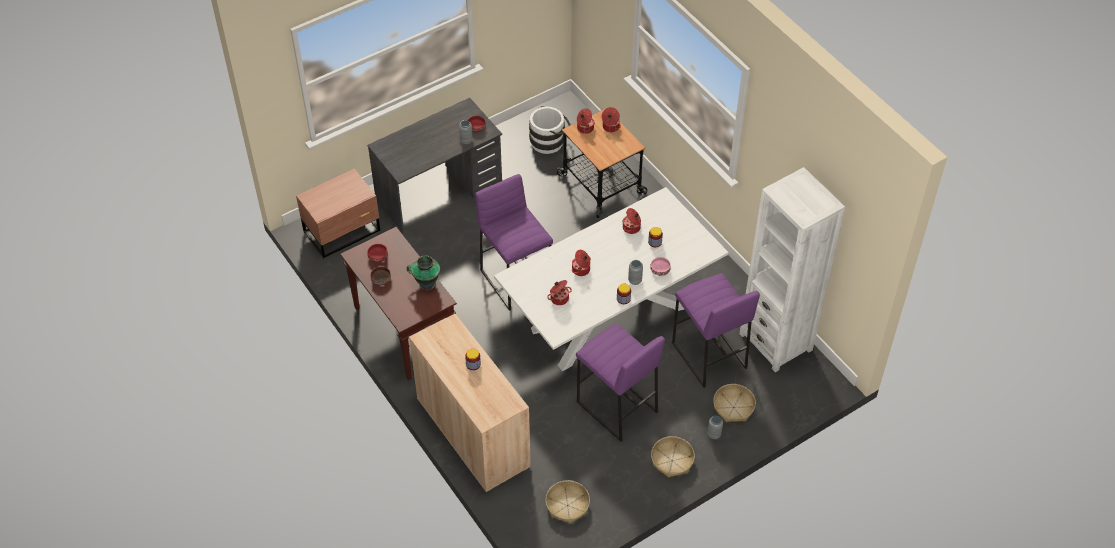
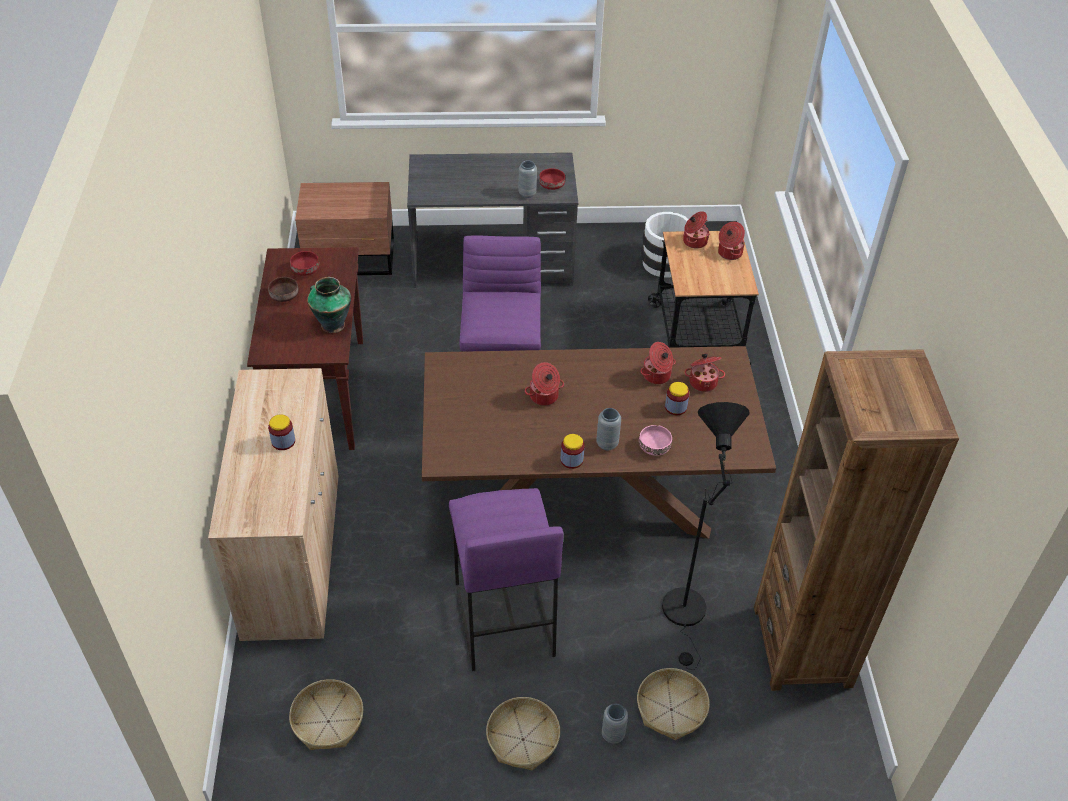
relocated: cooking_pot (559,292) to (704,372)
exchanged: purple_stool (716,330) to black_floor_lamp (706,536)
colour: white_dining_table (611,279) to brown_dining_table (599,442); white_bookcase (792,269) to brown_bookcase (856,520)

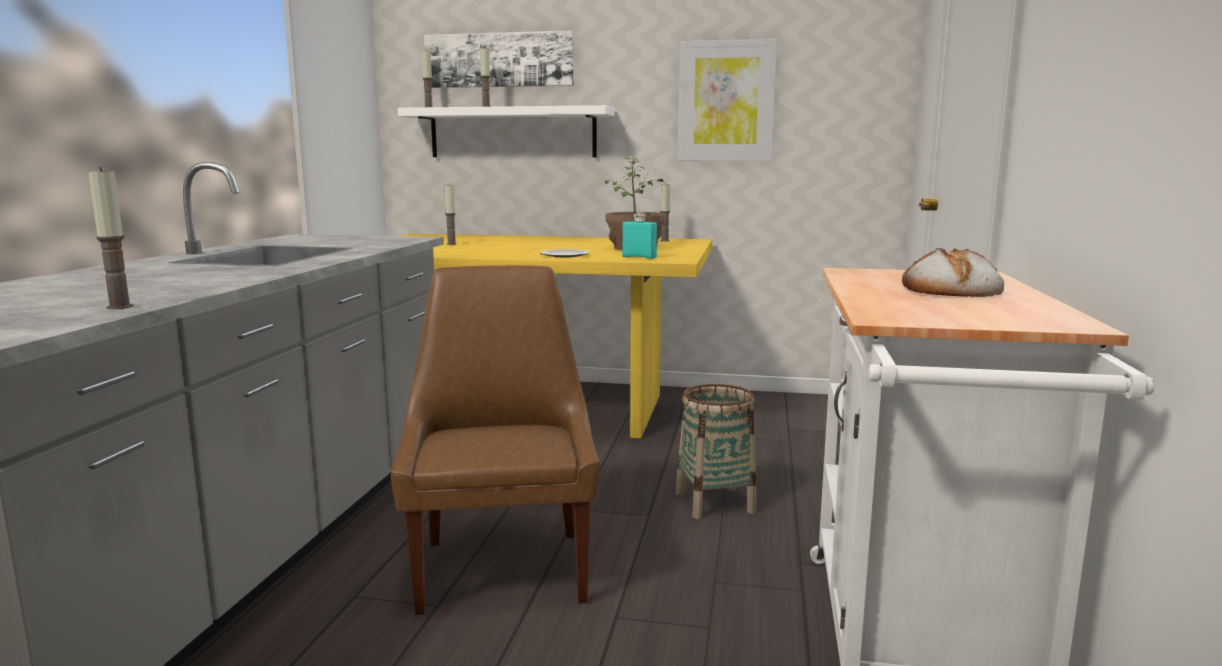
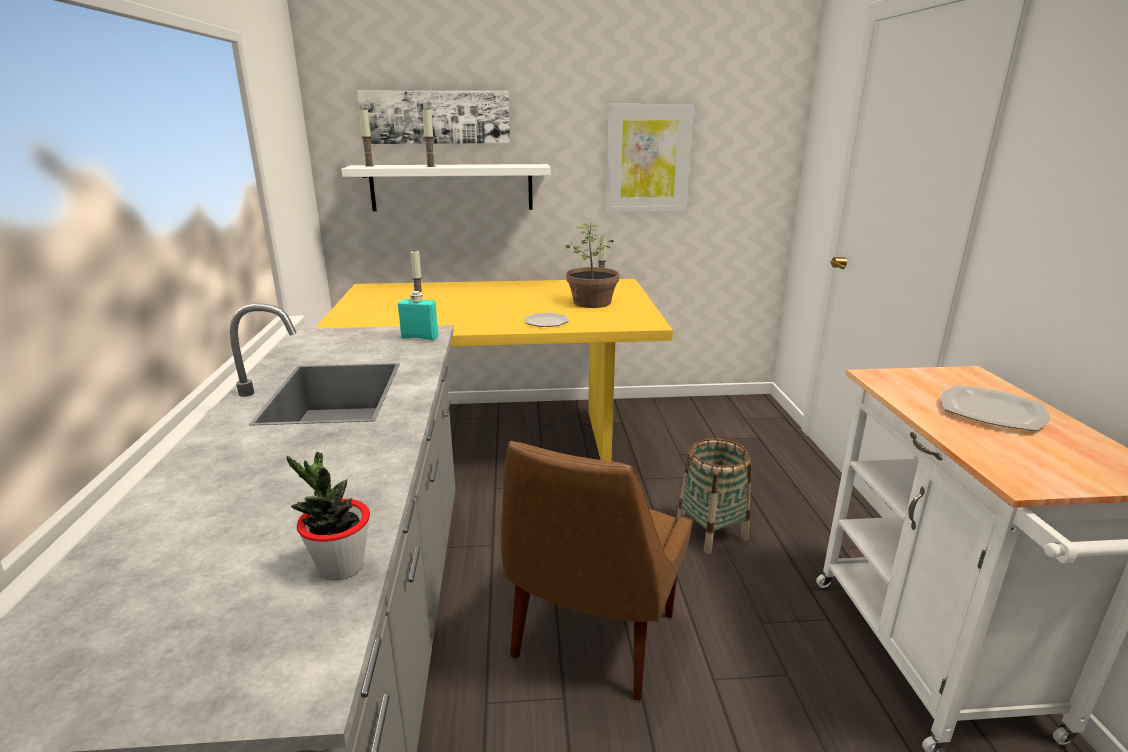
relocated: turquoise_bottle (639,236) to (418,315)
exchanged: candle (111,238) to potted_plant (328,516); bread (953,272) to plate (995,408)
spun: brown_chair (494,440) = (597,570) 135 degrees counterclockwise

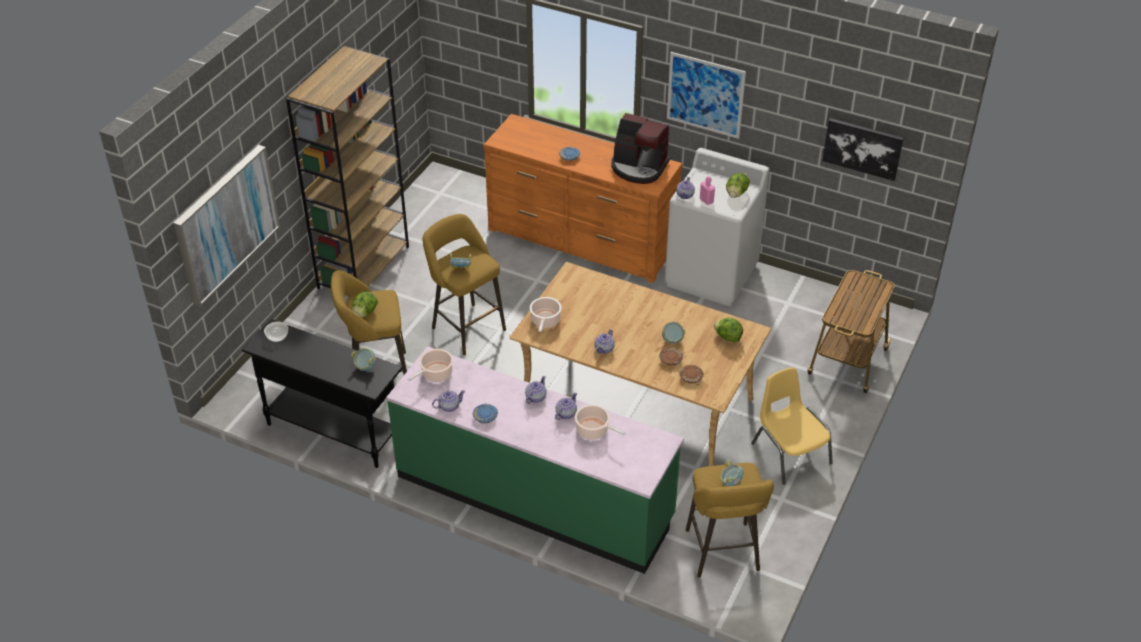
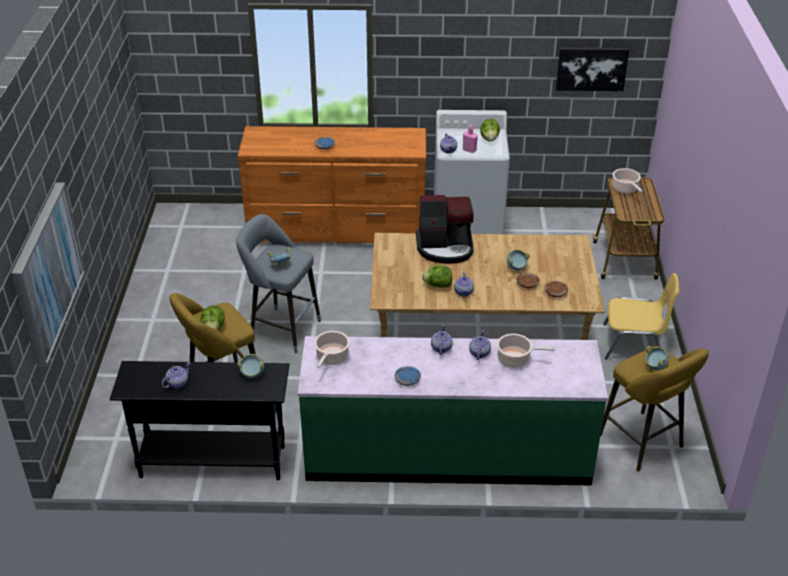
missing: bowl (276,332); brown_bookcase (347,168); picture (706,95)
relocated: teapot (448,401) to (176,375); coffee_machine (641,148) to (445,229); lettuce (728,330) to (437,276); cooking_pot (546,314) to (627,181)
colour: yellow_stool (464,284) to grey_stool (278,283)
spun: yellow_chair (792,426) = (641,316) 150 degrees clockwise

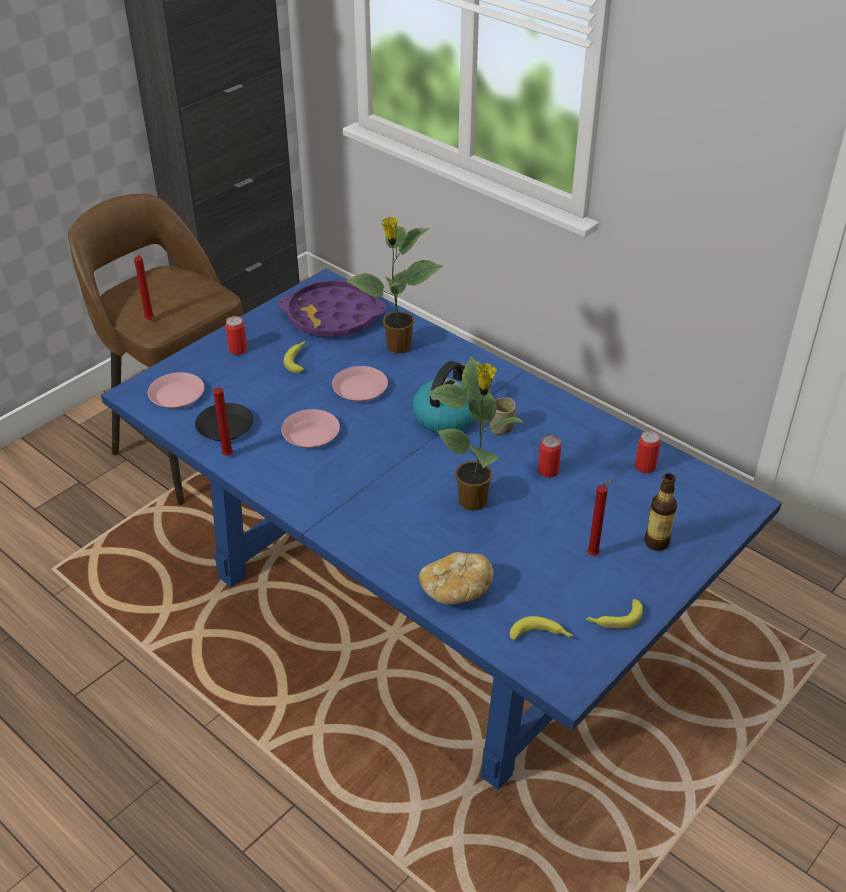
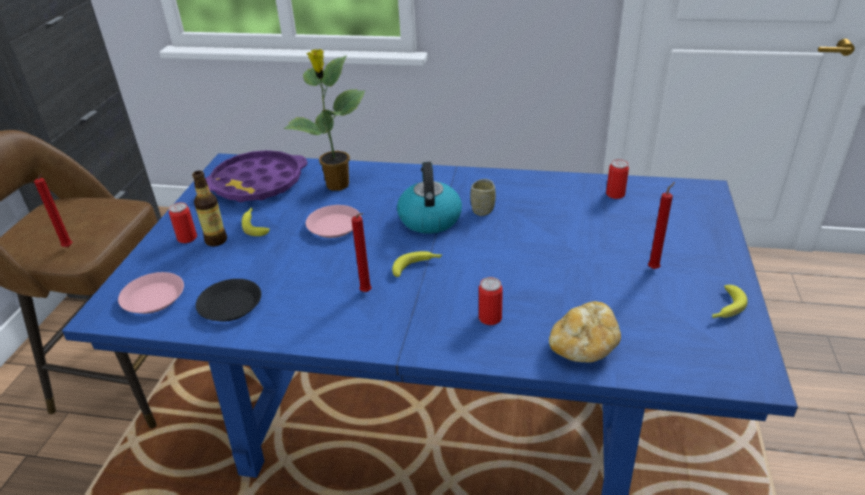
missing: pink_plate (310,428); potted_plant (477,433)
relocated: bottle (660,512) to (209,208); red_candle (223,421) to (362,252); banana (542,628) to (417,264); can (550,456) to (491,301)

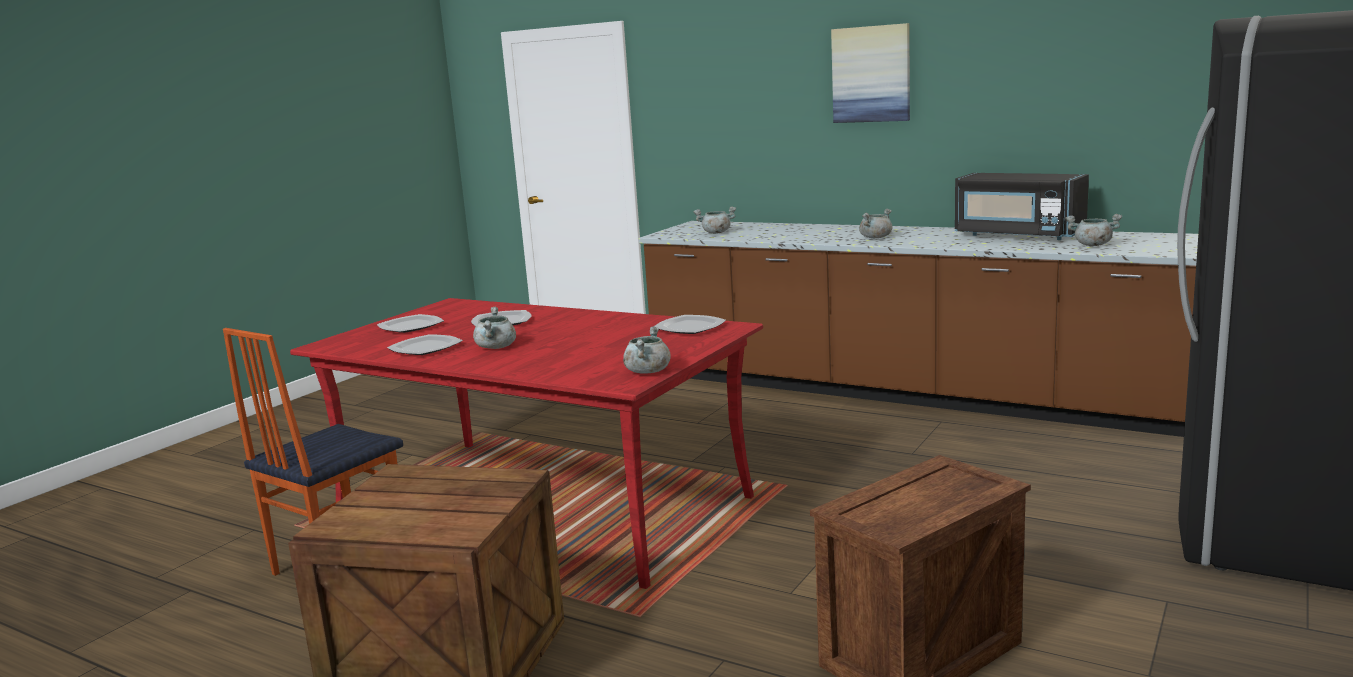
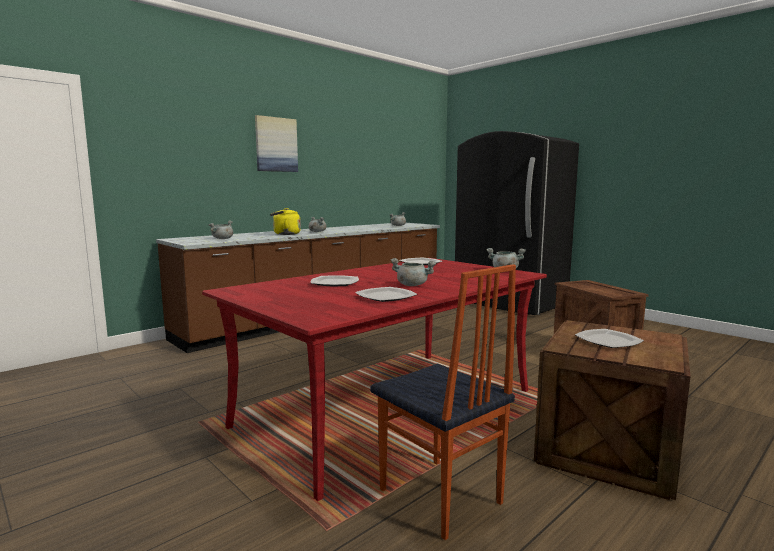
missing: black_microwave (1022,206)
appeared: yellow_kettle (285,221)
relocated: plate (410,323) to (609,338)

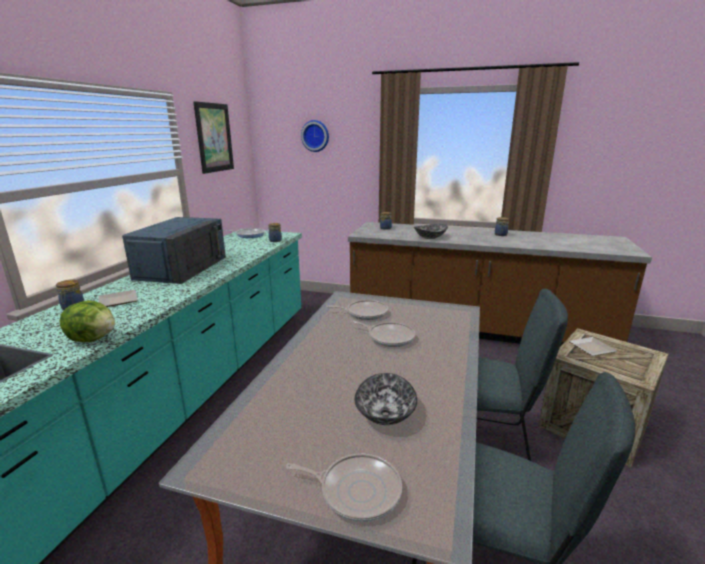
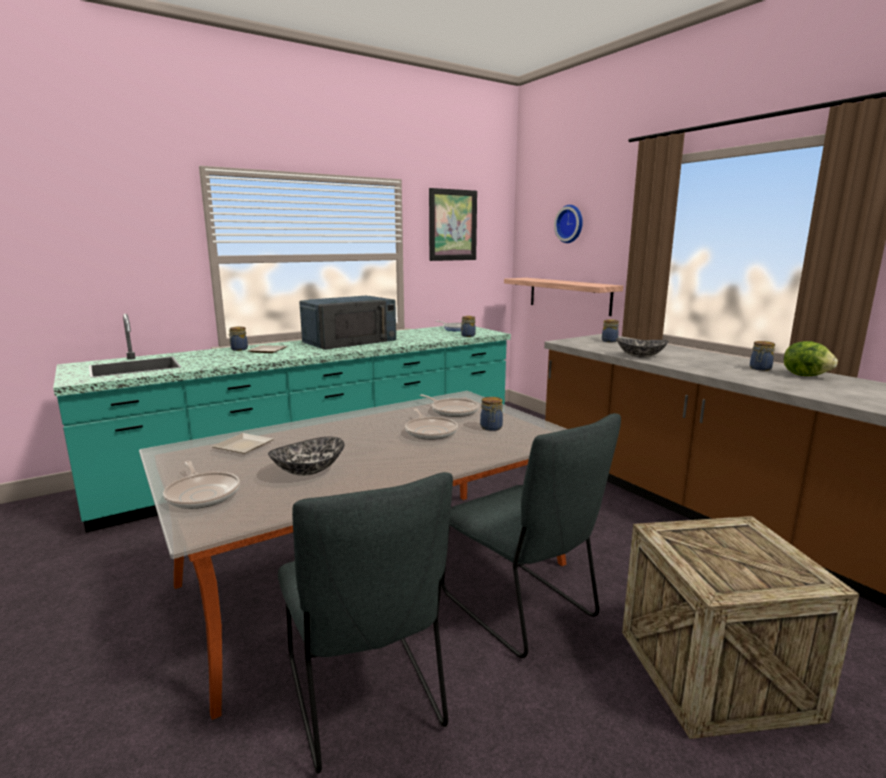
appeared: jar (491,414); shelf (563,297)
relocated: plate (593,346) to (243,443); lettuce (87,321) to (811,358)

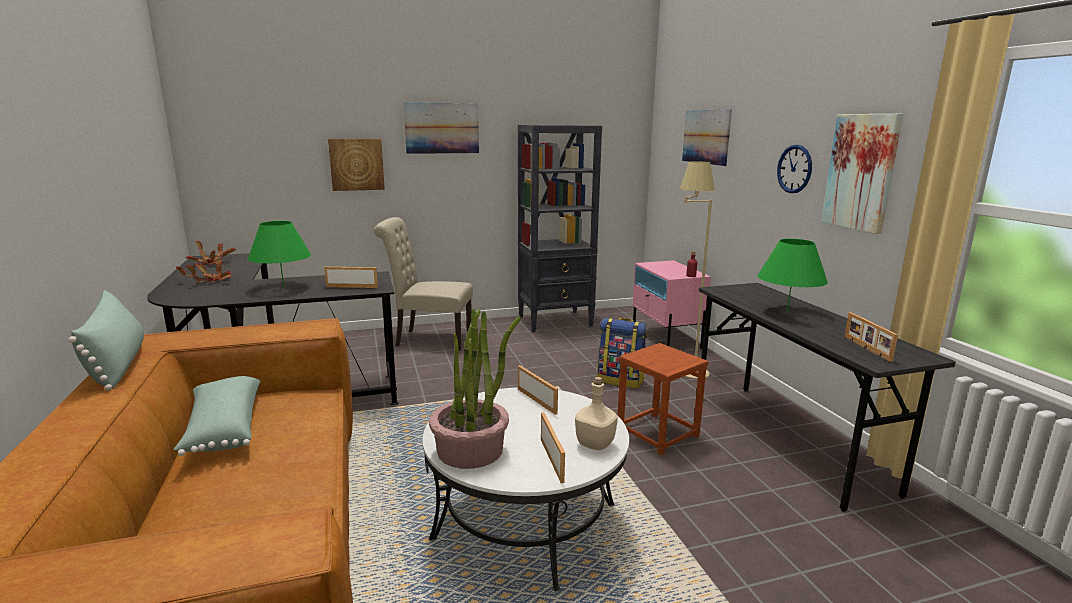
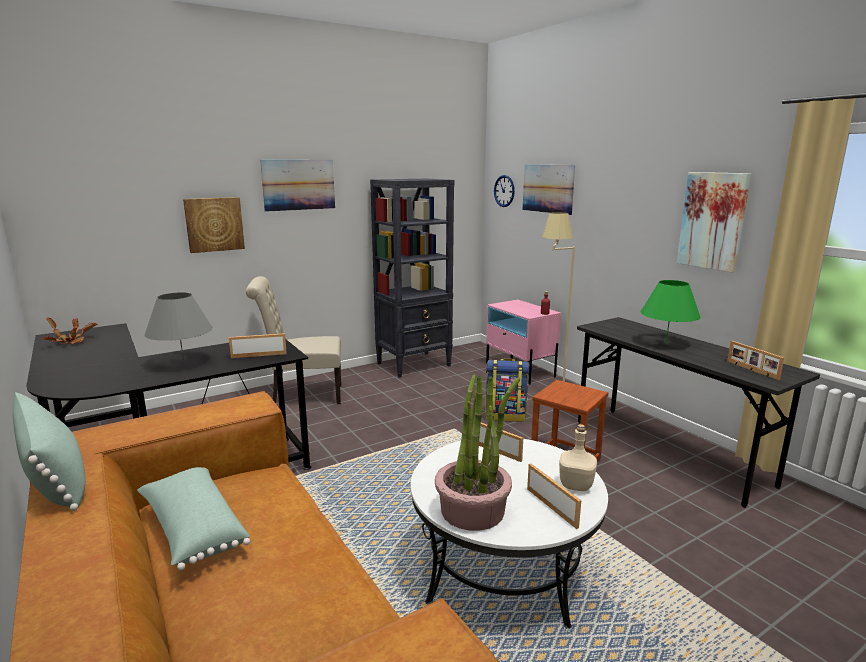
missing: potted_plant (203,272)
relocated: wall_clock (794,169) to (504,191)
colour: green_table_lamp (279,254) to grey_table_lamp (178,327)

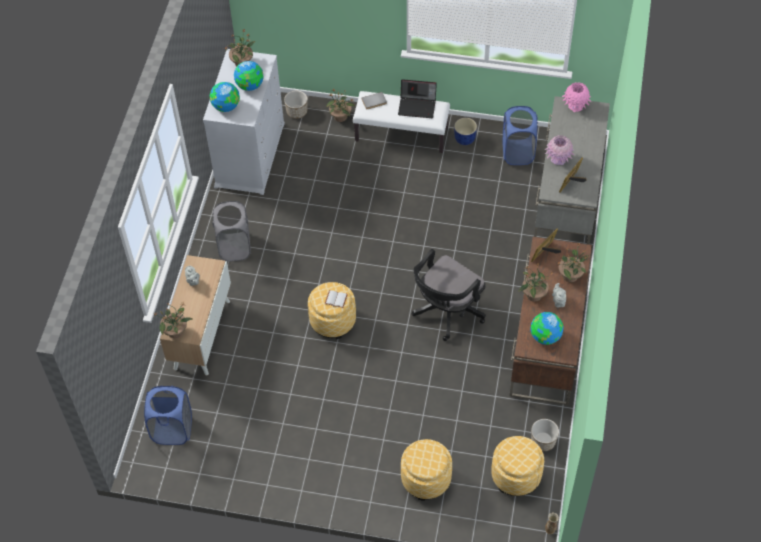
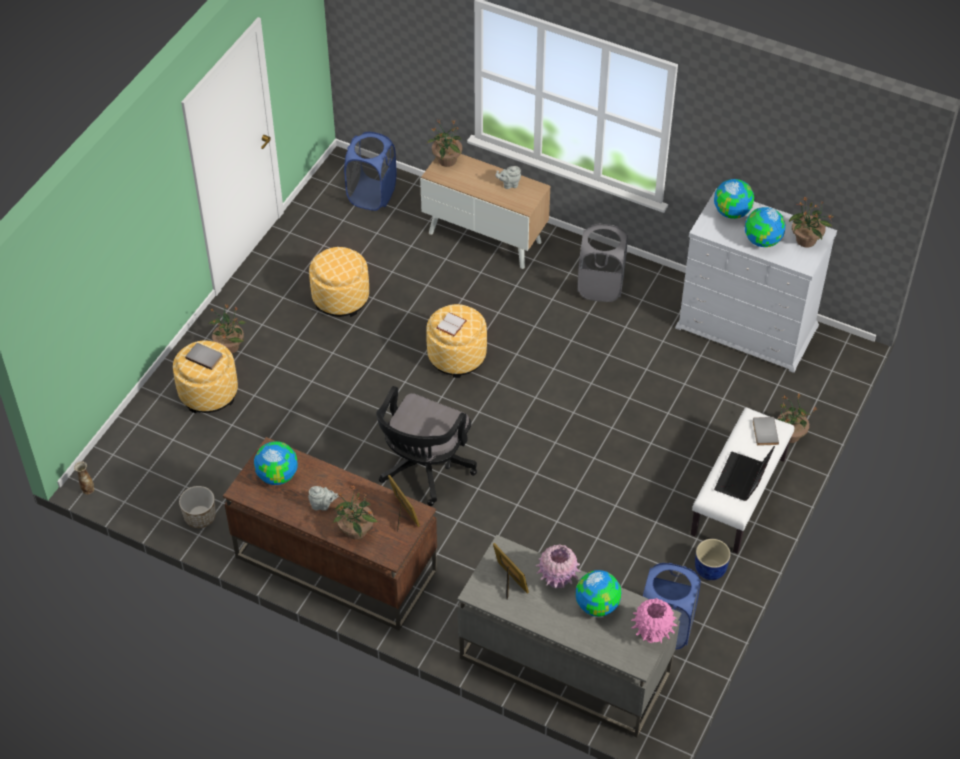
missing: planter (295,105)
appeared: grey_book (204,356); globe (598,593)
relocated: potted_plant (535,282) to (227,329); ottoman (518,466) to (339,282)
spun: black_office_chair (449,295) = (426,446) 120 degrees counterclockwise

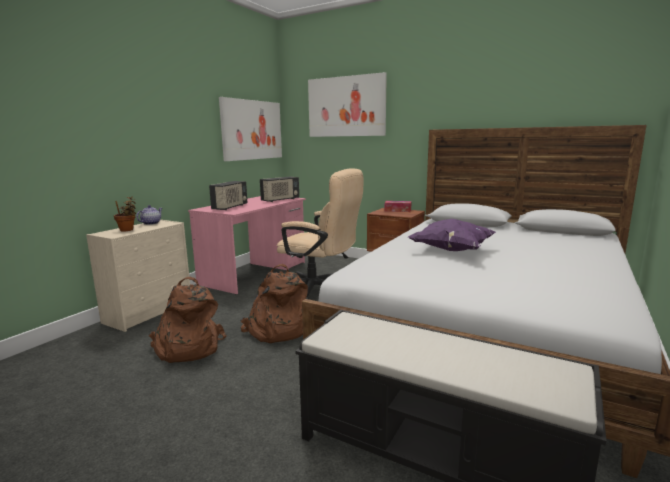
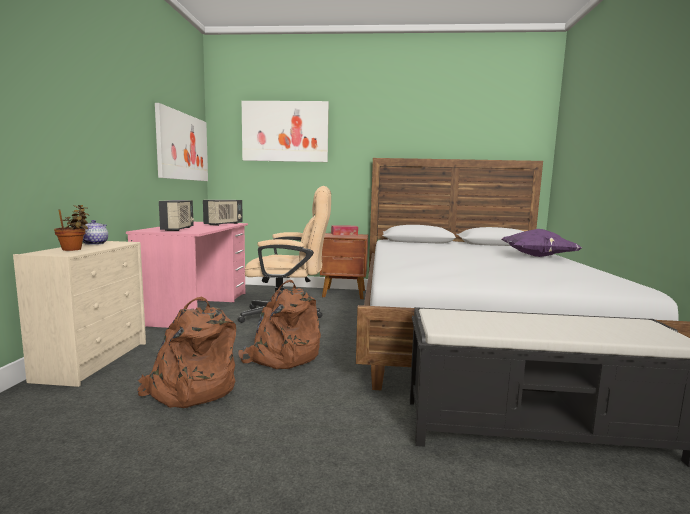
relocated: purple_pillow (452,235) to (541,243)

